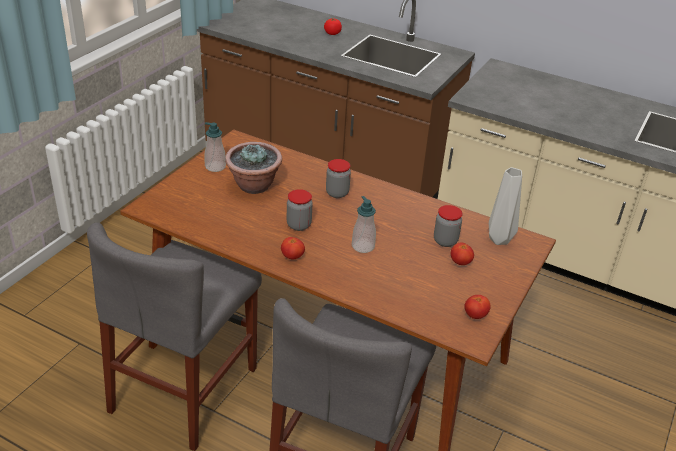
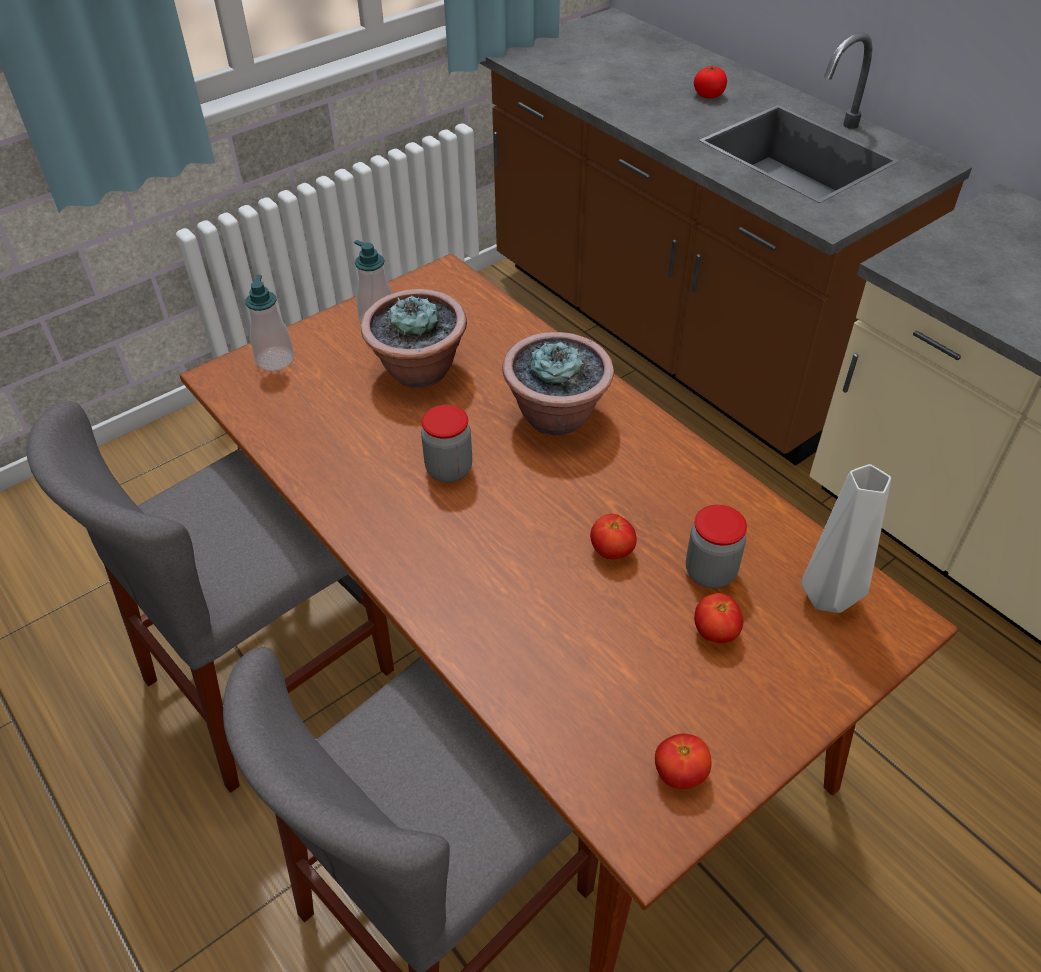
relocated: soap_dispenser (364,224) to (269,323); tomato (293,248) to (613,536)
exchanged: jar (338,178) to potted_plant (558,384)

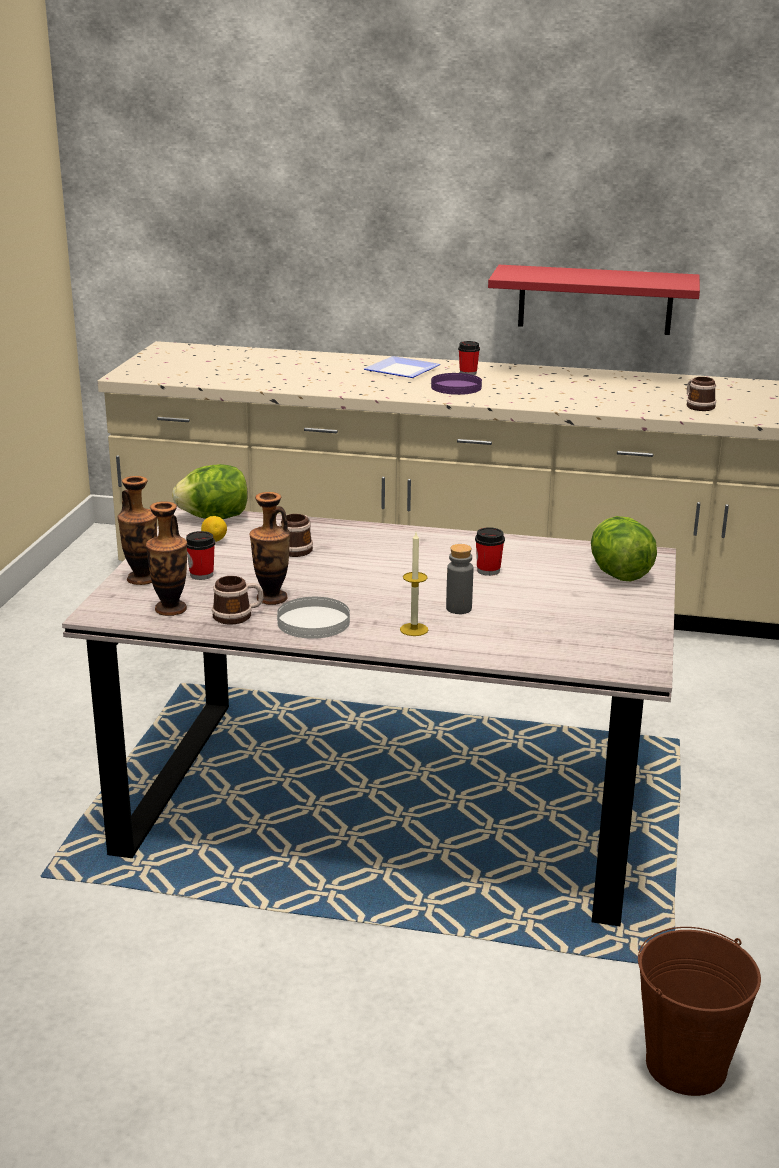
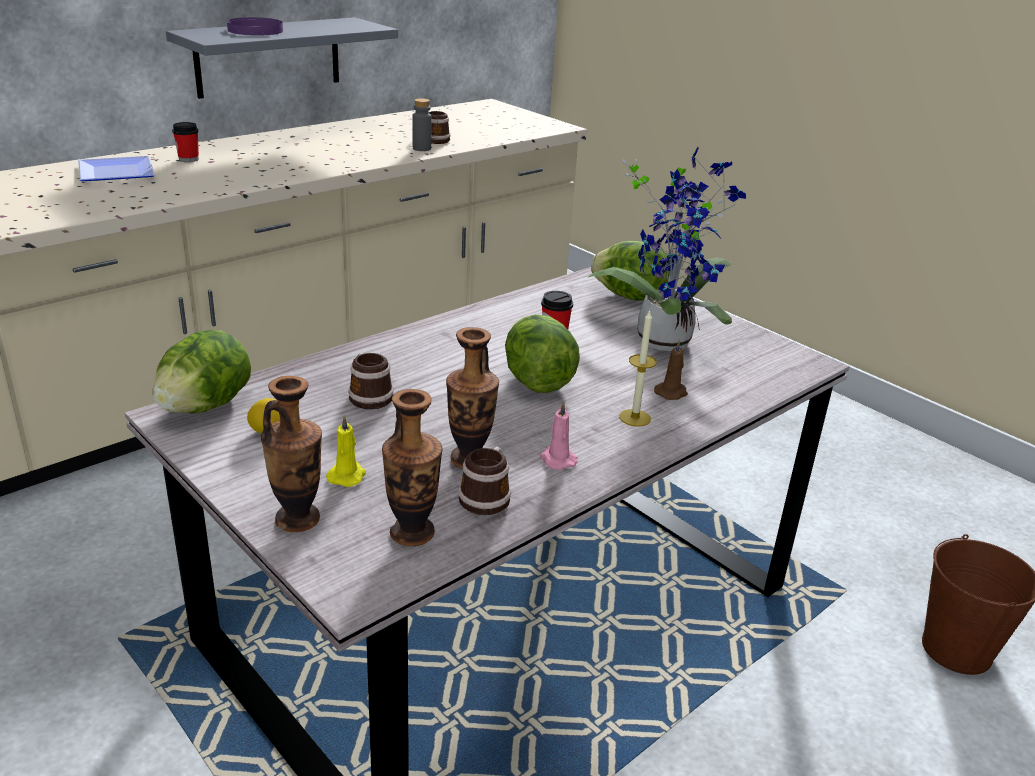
appeared: lettuce (542,353); potted_plant (667,249); brown_candle (671,369)
relocated: purple_plate (456,384) to (255,26); grey_bottle (459,579) to (422,124)
exchanged: cup (200,555) to yellow_candle (346,451); white_plate (313,618) to pink_candle (559,435)
colour: red_shelf (594,300) to grey_shelf (282,58)

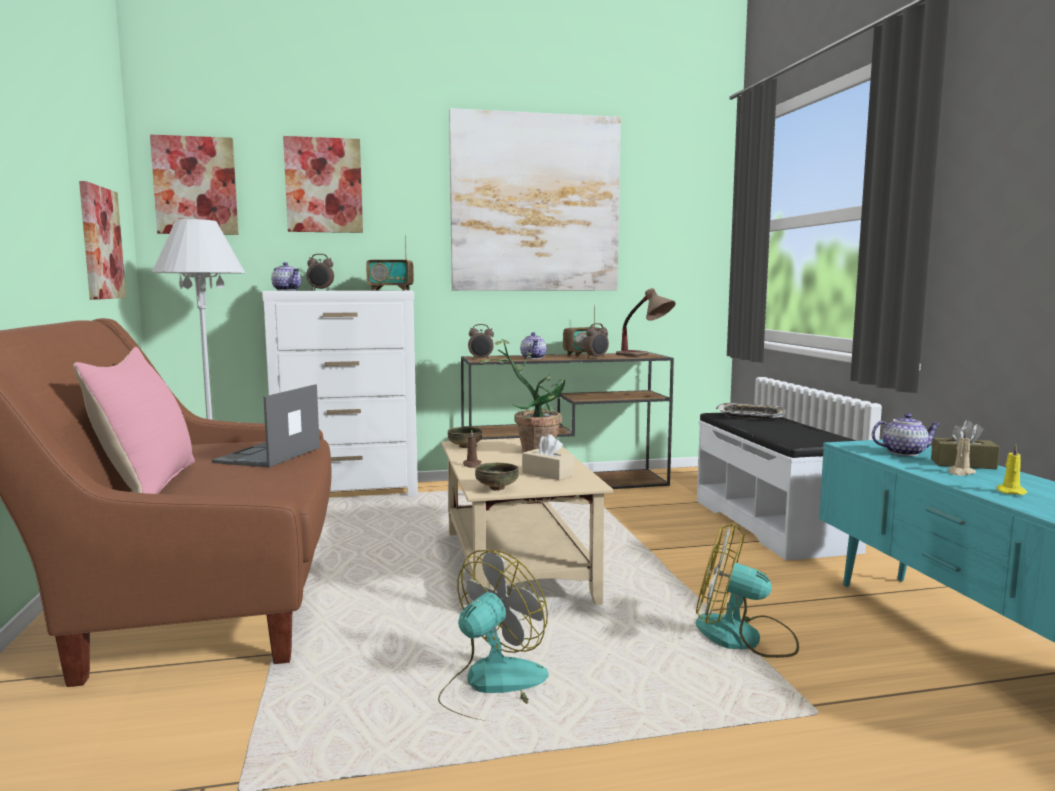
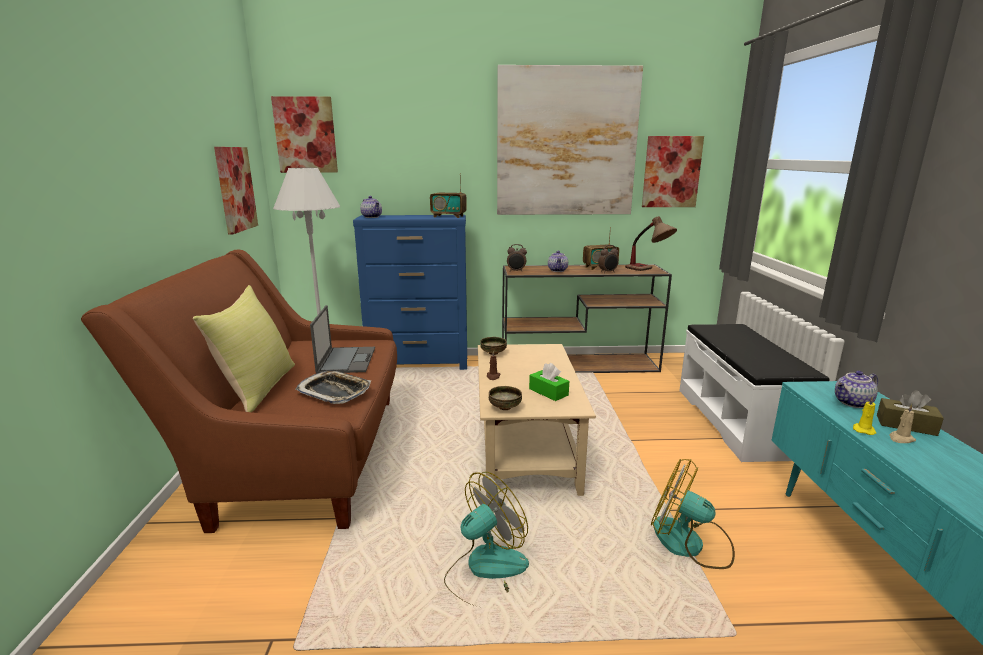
missing: alarm_clock (320,272); potted_plant (524,395)
relocated: tray (751,411) to (333,387); picture (323,184) to (673,171); yellow_candle (1012,469) to (864,415)
colour: pink_pillow (134,420) to yellow_pillow (244,348); white_dresser (340,393) to blue_dresser (410,292); beige_tissue_box (548,457) to green_tissue_box (549,382)
spun: laptop (266,425) = (342,339) 150 degrees clockwise; teapot (906,434) = (856,389) 150 degrees clockwise

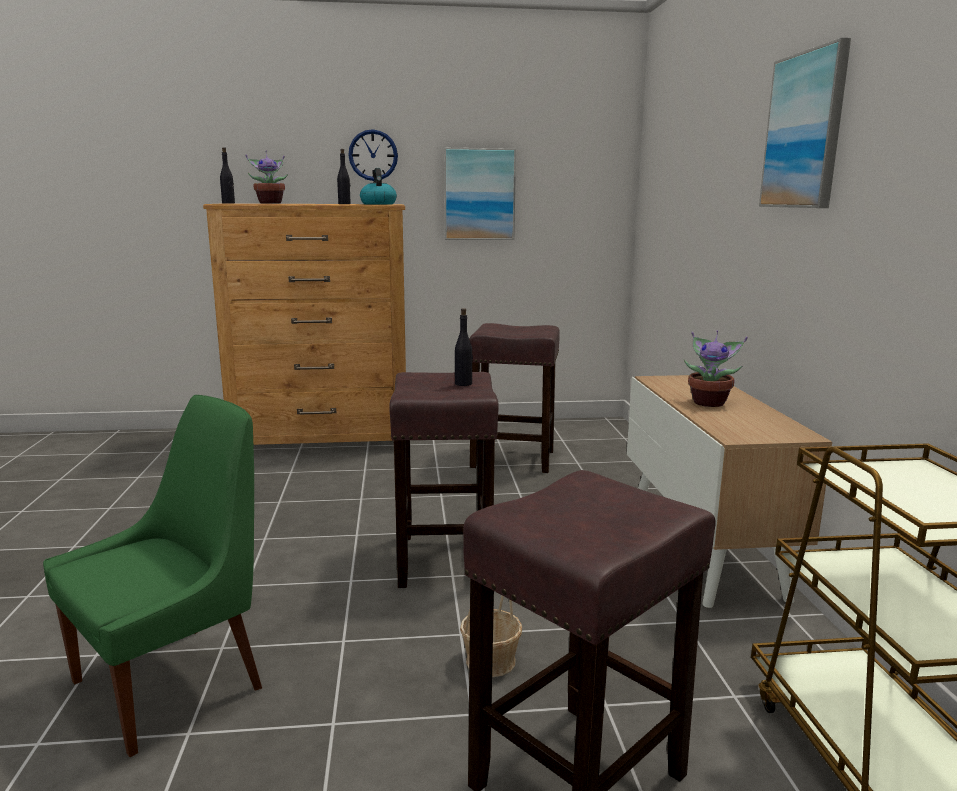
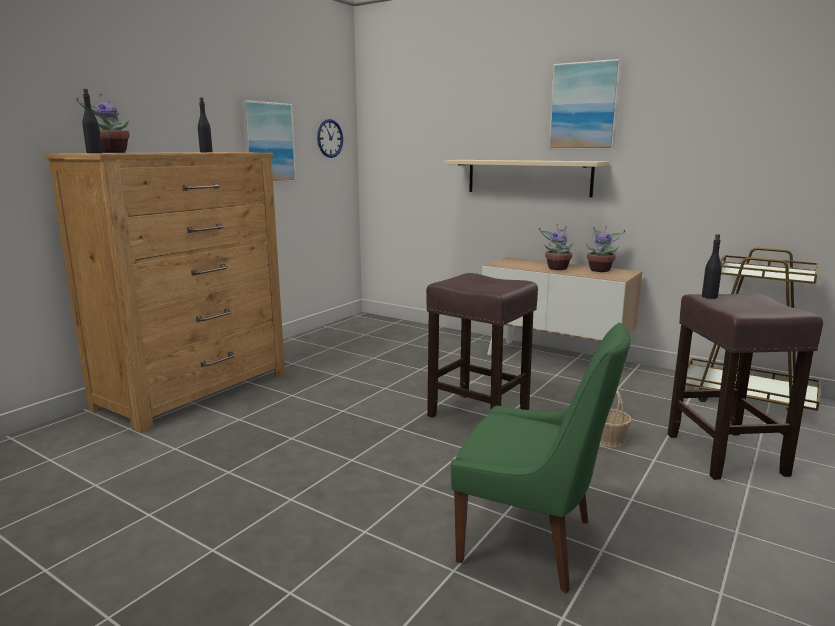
missing: kettle (378,186); brown_stool (514,398)
appeared: beige_shelf (526,178); potted_plant (605,249)
relocated: wall_clock (373,155) to (330,138); black_bottle (464,347) to (712,266)
spun: green_chair (152,576) = (541,458) 120 degrees clockwise

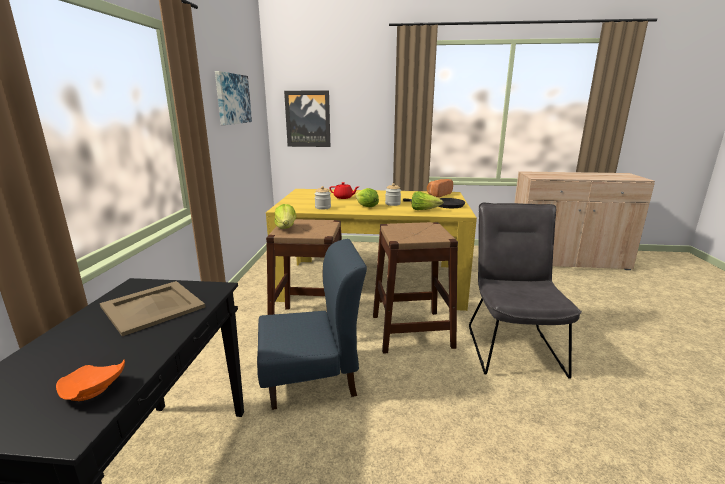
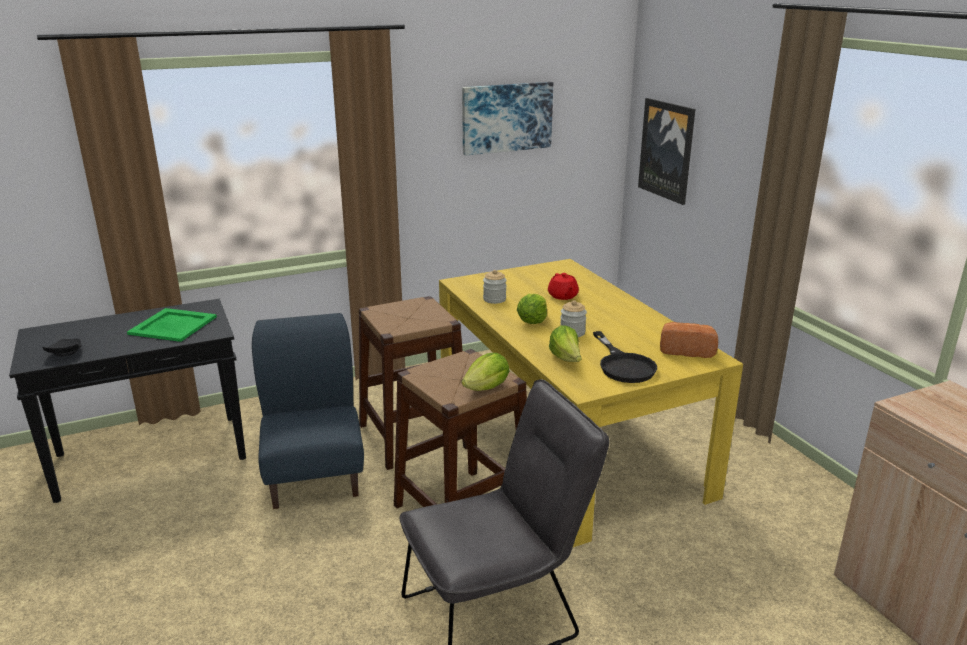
relocated: lettuce (285,216) to (485,372)
colour: orange_plate (90,380) to black_plate (62,347); beige_tray (153,308) to green_tray (172,325)
spun: blue_chair (312,324) = (308,411) 150 degrees counterclockwise

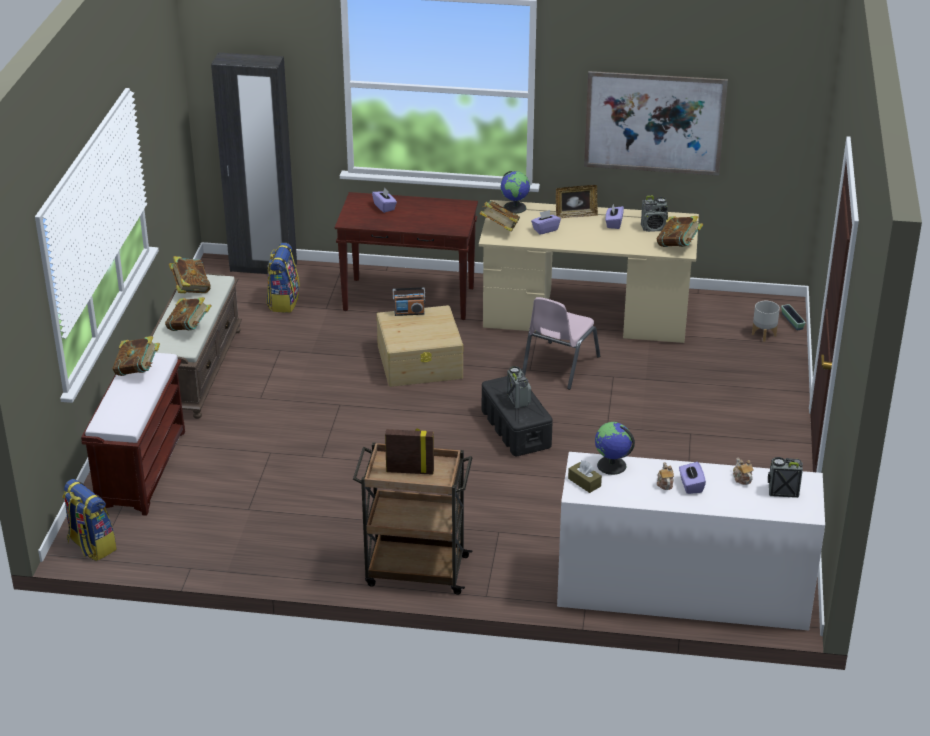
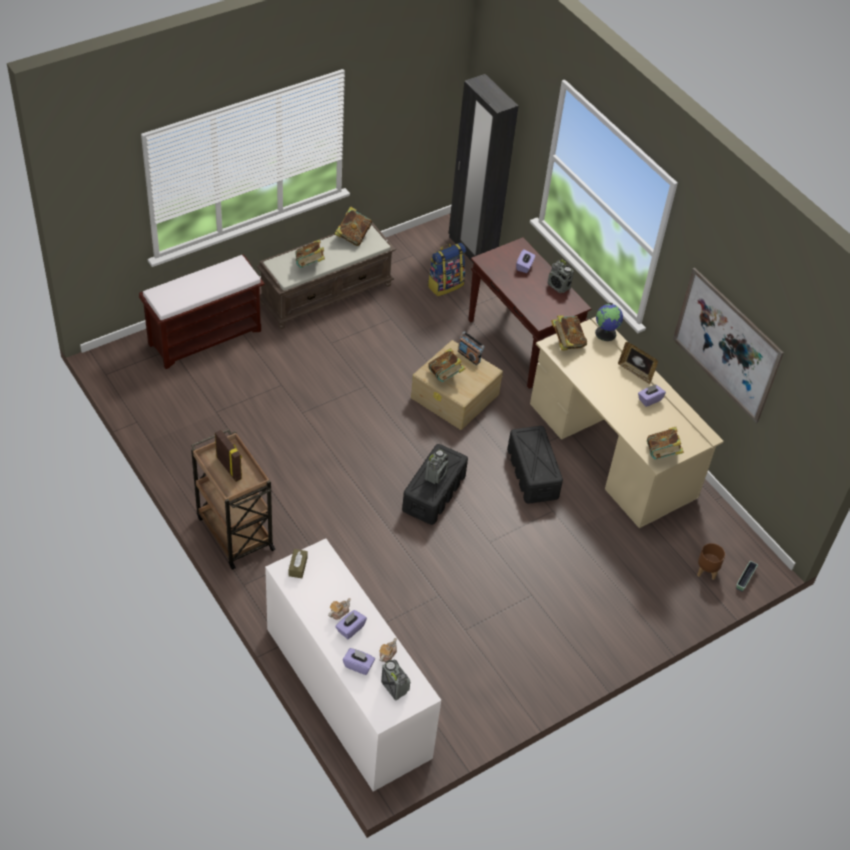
missing: backpack (89,520); globe (615,448)
relocated: purple_tissue_box (546,222) to (359,661); book (136,356) to (447,365); radio (654,214) to (561,276)
exchanged: pink_chair (561,343) to black_storage_box (535,465)
colour: grey_planter (766,321) to brown_planter (711,561)

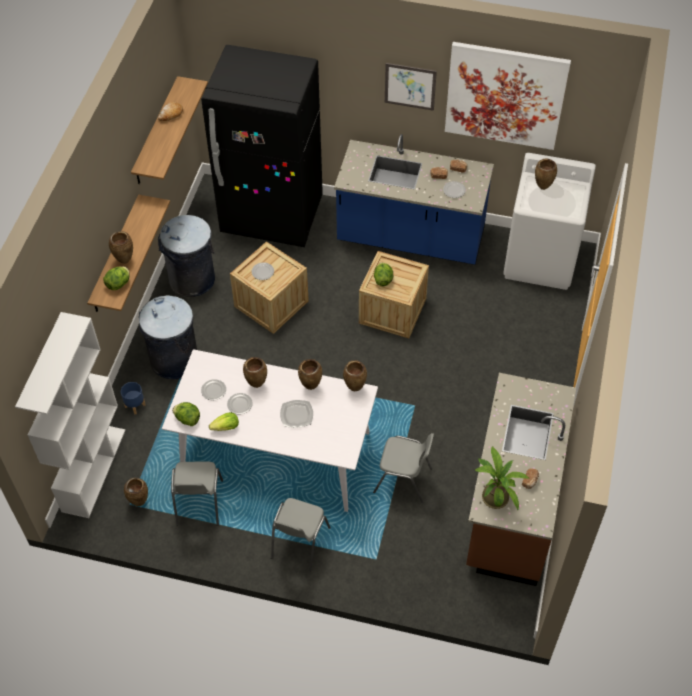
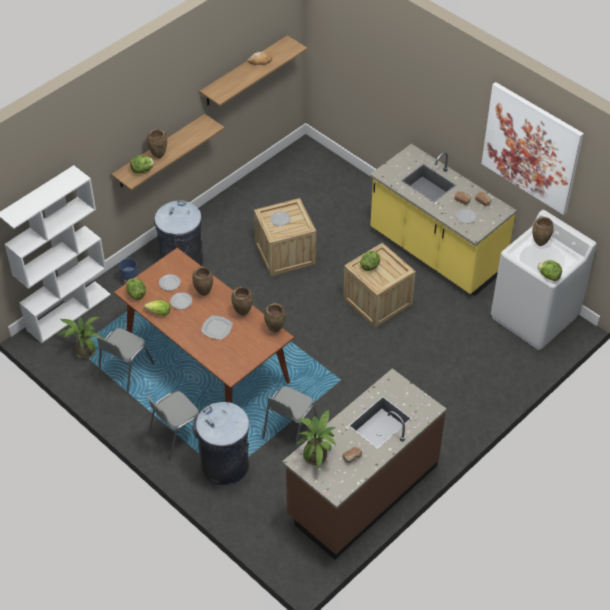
missing: black_fridge (262,146); picture (411,87)
appeared: lettuce (549,270)
relocated: grey_trash_can (186,256) to (220,443)
exchanged: brown_vase (136,492) to potted_plant (81,338)
colour: white_dining_table (270,430) to brown_dining_table (204,325); blue_counter (414,199) to yellow_counter (443,220)
spun: grey_chair (403,468) = (290,418) 75 degrees clockwise

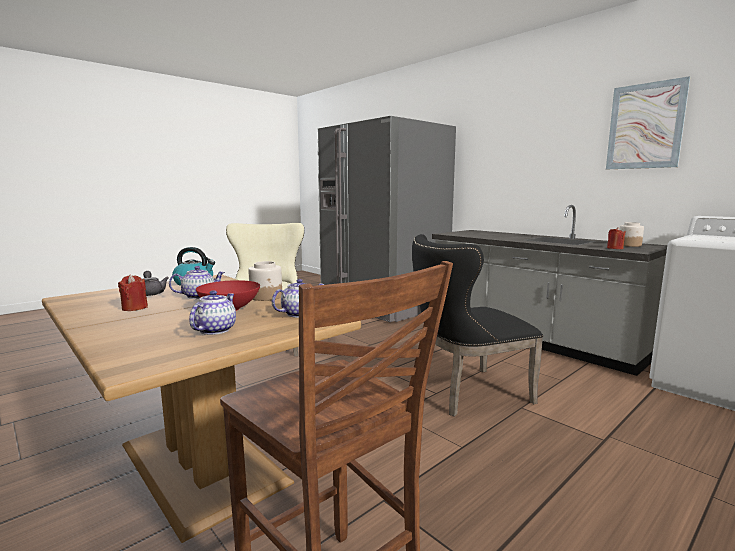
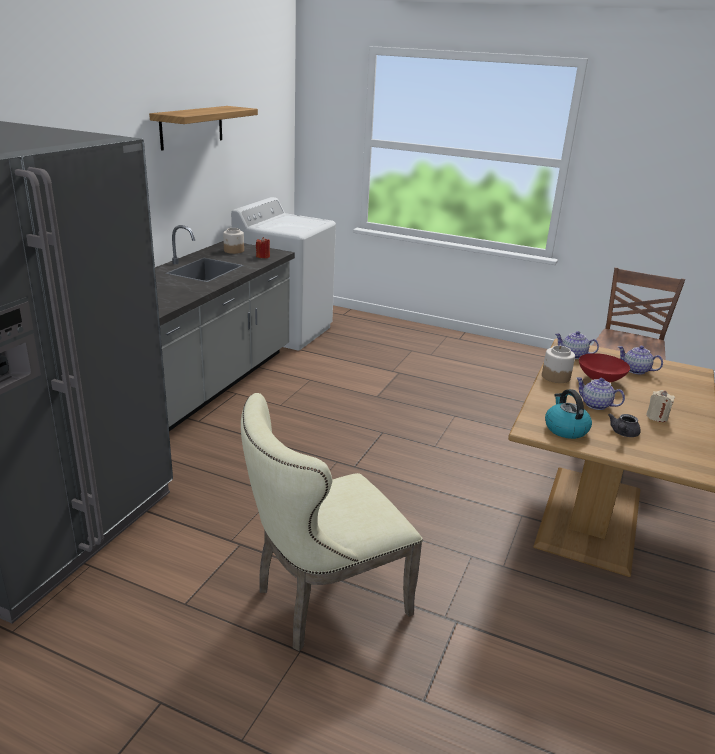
missing: black_chair (477,325)
exchanged: picture (648,122) to shelf (203,128)
colour: red_candle (133,293) to beige_candle (660,406)
spun: teapot (212,312) = (640,360) 45 degrees clockwise

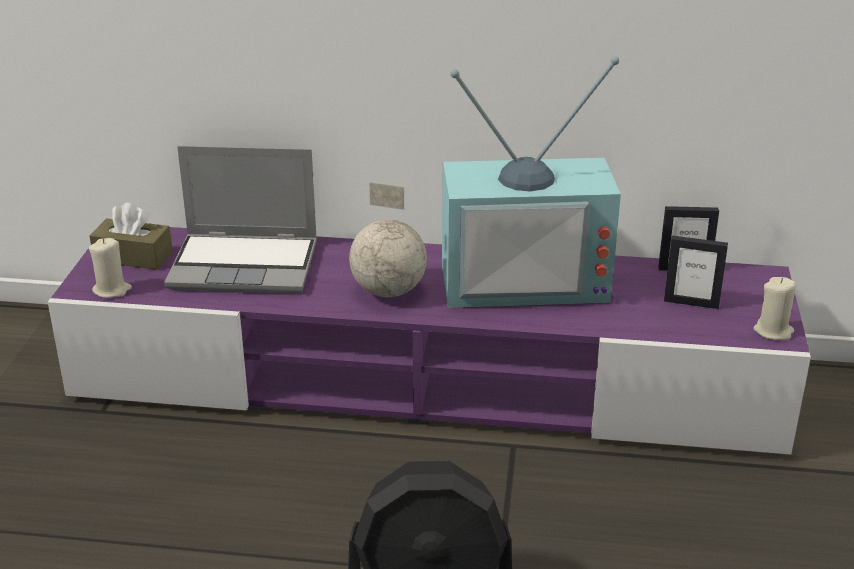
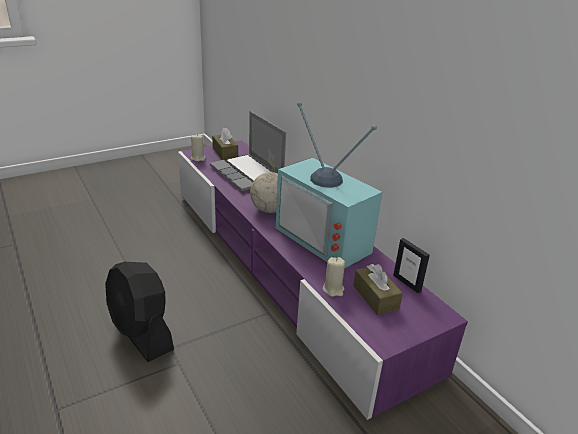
relocated: beige_candle (775,308) to (334,277)
exchanged: picture_frame (696,272) to brown_tissue_box (378,289)

